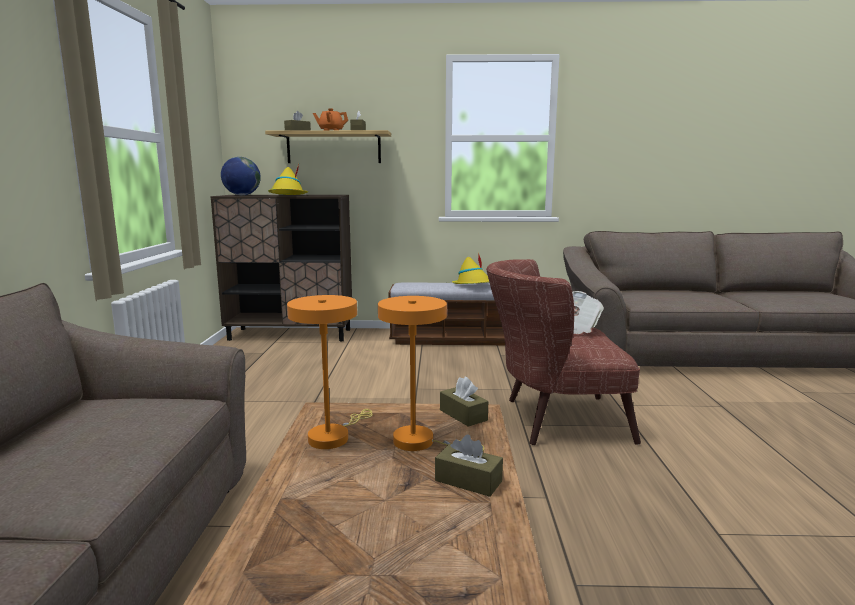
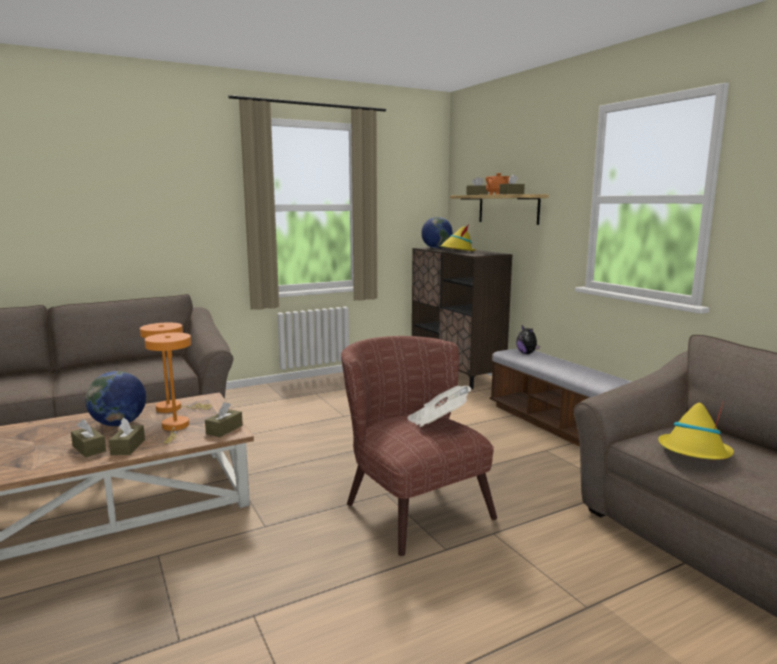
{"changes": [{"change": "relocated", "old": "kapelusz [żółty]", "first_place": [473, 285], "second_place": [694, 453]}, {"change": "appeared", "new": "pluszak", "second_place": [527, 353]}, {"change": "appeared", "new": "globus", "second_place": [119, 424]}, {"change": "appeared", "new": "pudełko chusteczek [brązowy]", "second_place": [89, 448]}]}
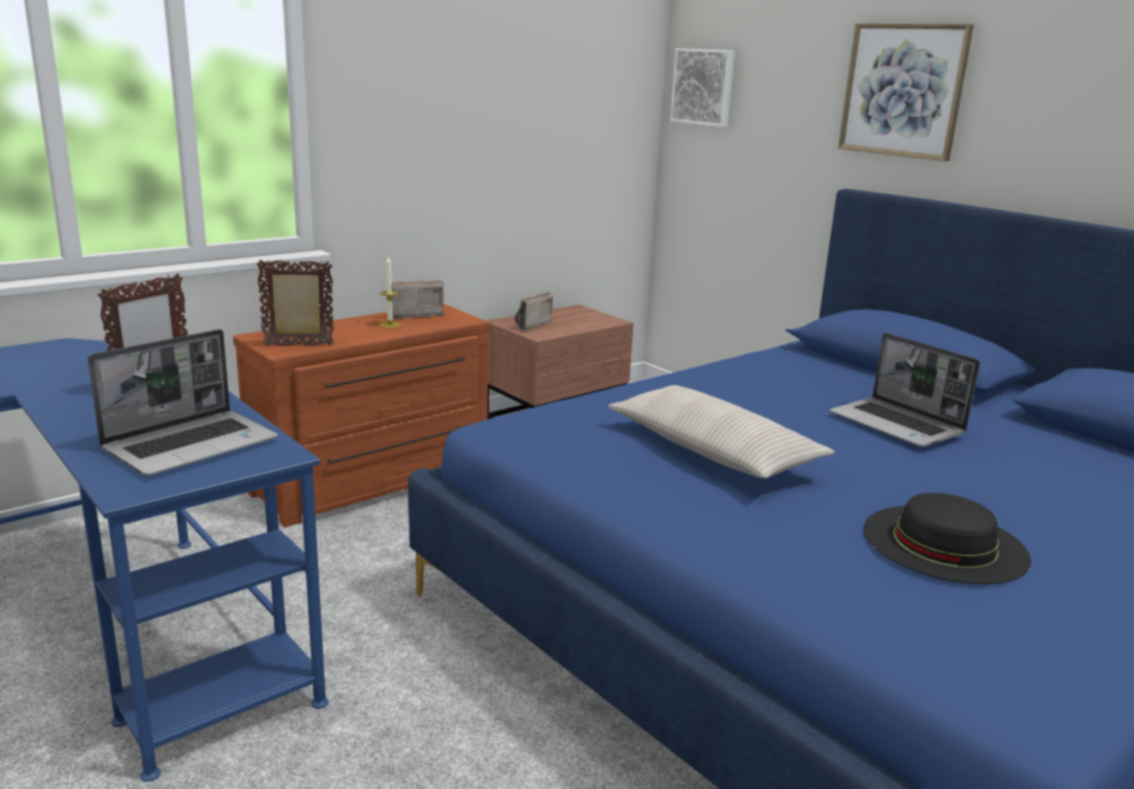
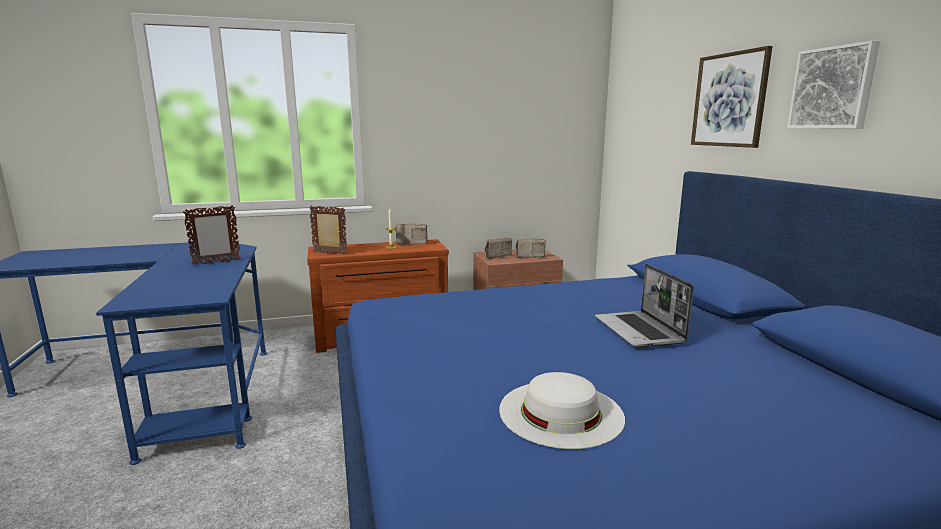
{"changes": [{"change": "relocated", "old": "obraz", "first_place": [704, 87], "second_place": [833, 88]}, {"change": "missing", "old": "laptop", "first_place": [192, 445]}, {"change": "missing", "old": "poduszka [beżowy]", "first_place": [713, 451]}, {"change": "colour", "old": "kapelusz [czarny]", "new": "kapelusz [biały]", "first_place": [944, 543], "second_place": [560, 412]}, {"change": "appeared", "new": "radio", "second_place": [528, 256]}]}
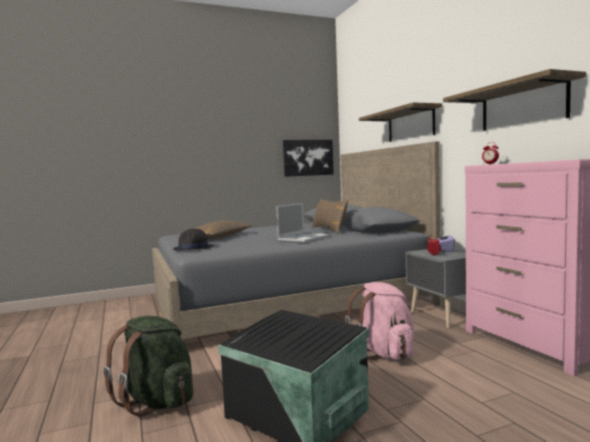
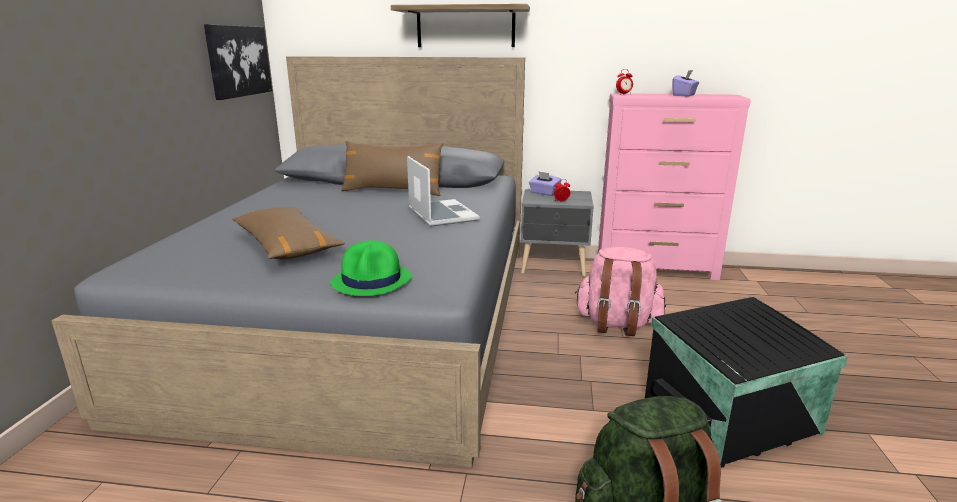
{"changes": [{"change": "missing", "old": "półka", "first_place": [522, 106]}, {"change": "colour", "old": "kapelusz [czarny]", "new": "kapelusz [zielony]", "first_place": [193, 248], "second_place": [372, 281]}, {"change": "appeared", "new": "pudełko chusteczek [fioletowy]", "second_place": [684, 95]}]}
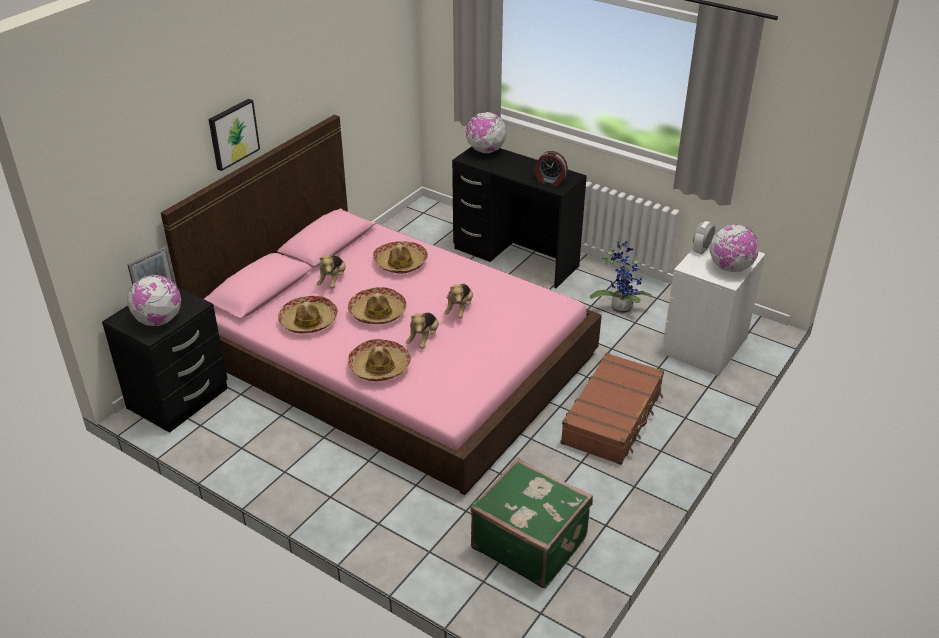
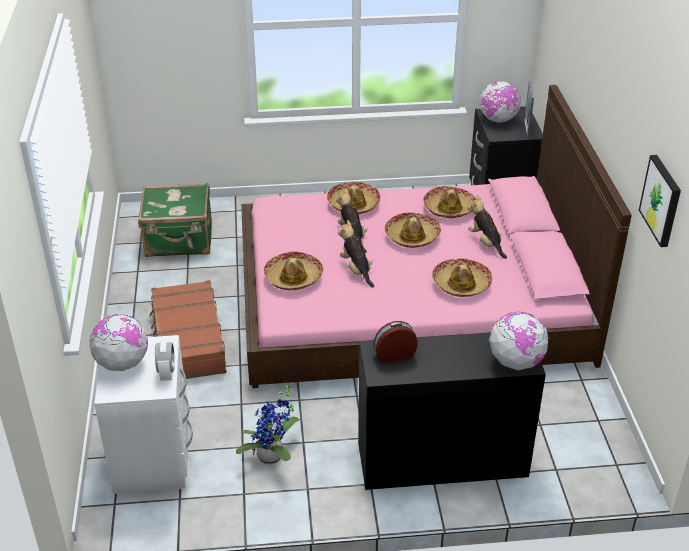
{"changes": [{"change": "relocated", "old": "obraz", "first_place": [233, 134], "second_place": [662, 200]}, {"change": "appeared", "new": "kapelusz", "second_place": [293, 277]}]}
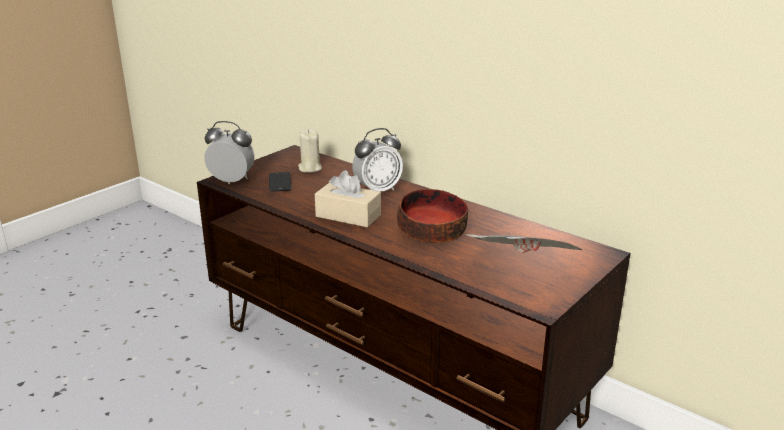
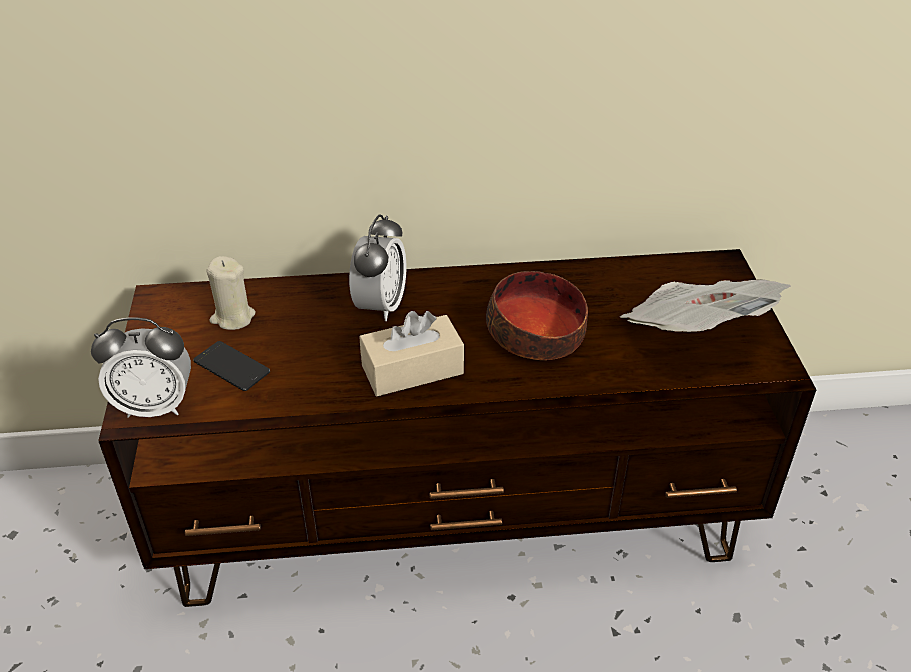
{"changes": [{"change": "spun", "old": "budzik", "first_place": [232, 181], "second_place": [155, 406], "degrees": -150}]}
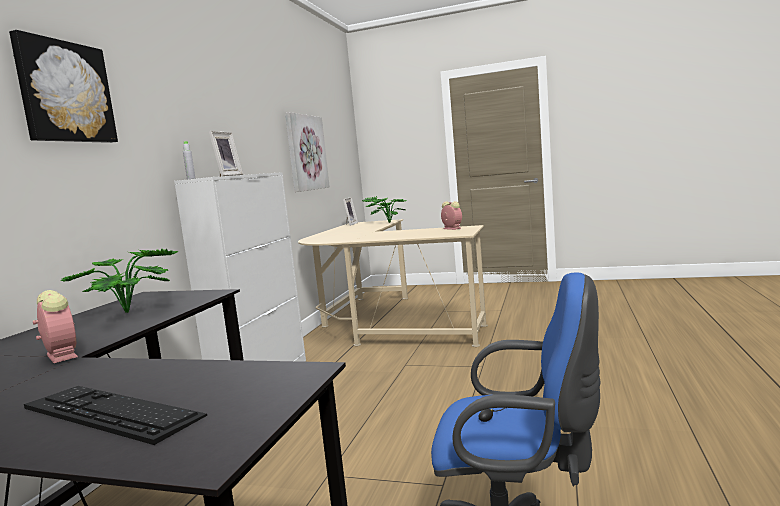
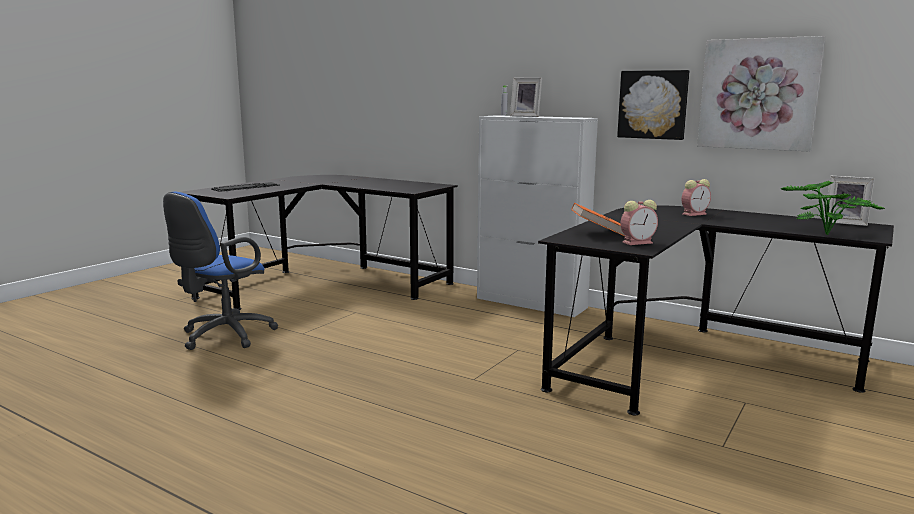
{"changes": [{"change": "relocated", "old": "obraz", "first_place": [64, 92], "second_place": [653, 104]}, {"change": "colour", "old": "biurko [beżowy]", "new": "biurko [czarny]", "first_place": [385, 324], "second_place": [691, 359]}, {"change": "missing", "old": "roślina doniczkowa", "first_place": [134, 311]}, {"change": "relocated", "old": "budzik", "first_place": [61, 355], "second_place": [695, 214]}, {"change": "appeared", "new": "książka [pomarańczowy]", "second_place": [598, 233]}]}
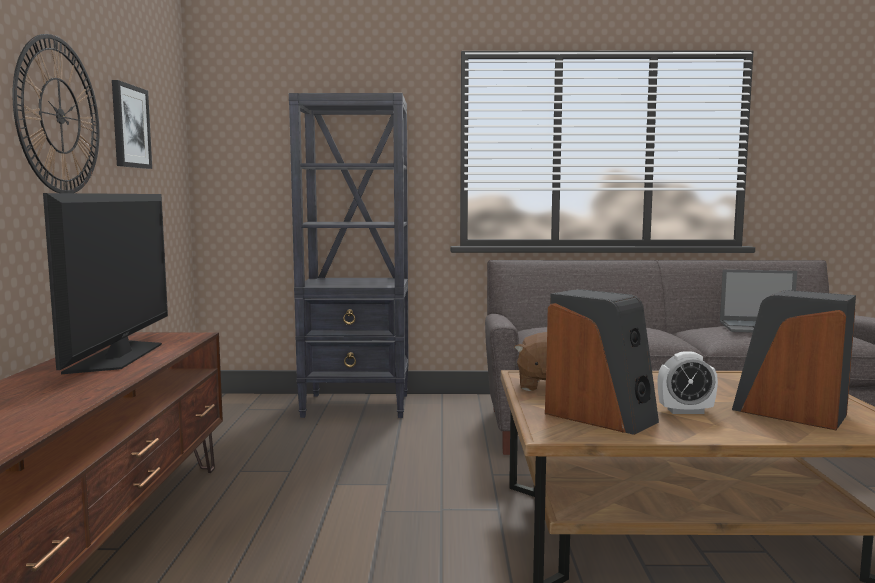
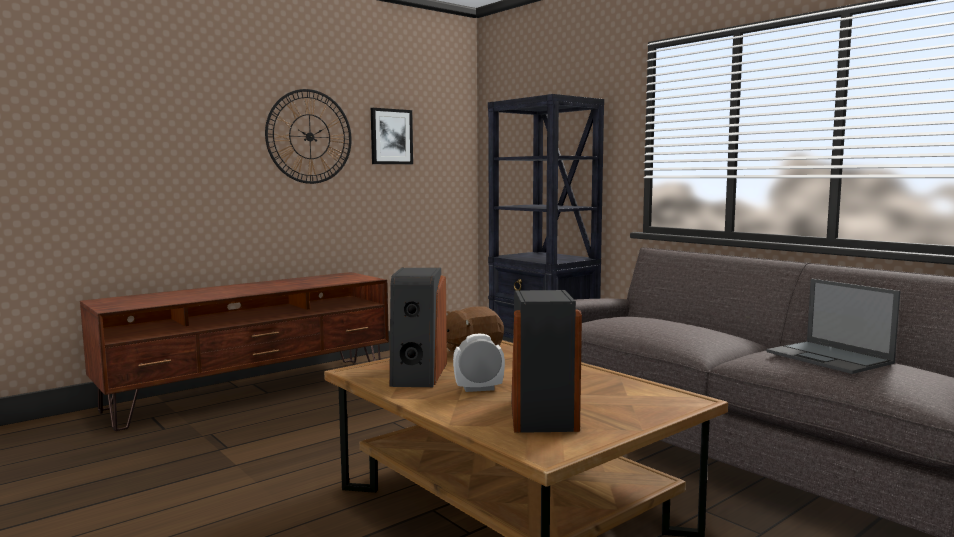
{"changes": [{"change": "missing", "old": "telewizor", "first_place": [119, 356]}, {"change": "spun", "old": "budzik", "first_place": [685, 411], "second_place": [478, 389], "degrees": 120}]}
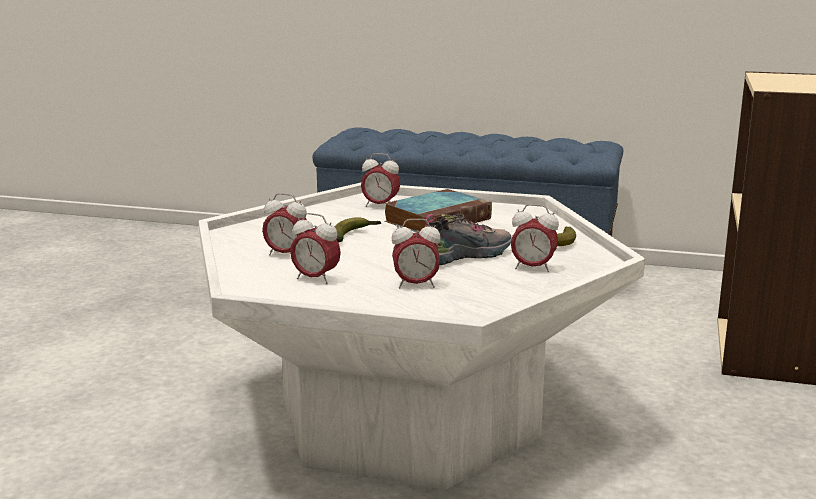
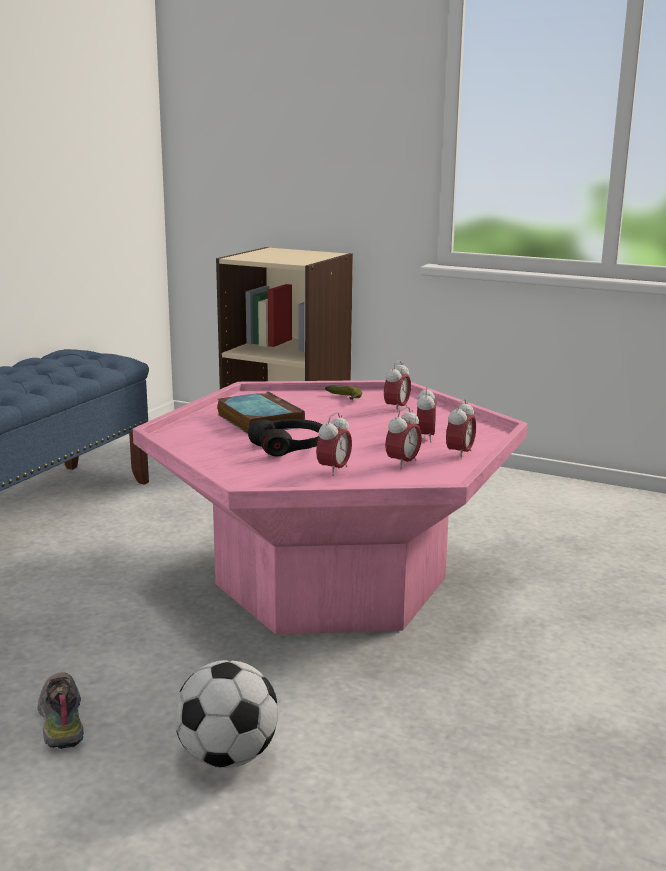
{"changes": [{"change": "relocated", "old": "budzik", "first_place": [380, 206], "second_place": [459, 454]}, {"change": "colour", "old": "ława [biały]", "new": "ława [różowy]", "first_place": [408, 417], "second_place": [330, 581]}, {"change": "relocated", "old": "but", "first_place": [461, 257], "second_place": [60, 719]}, {"change": "exchanged", "old": "banan", "new": "słuchawki [czarny]", "first_place": [354, 236], "second_place": [289, 447]}, {"change": "appeared", "new": "piłka futbolowa", "second_place": [227, 756]}]}
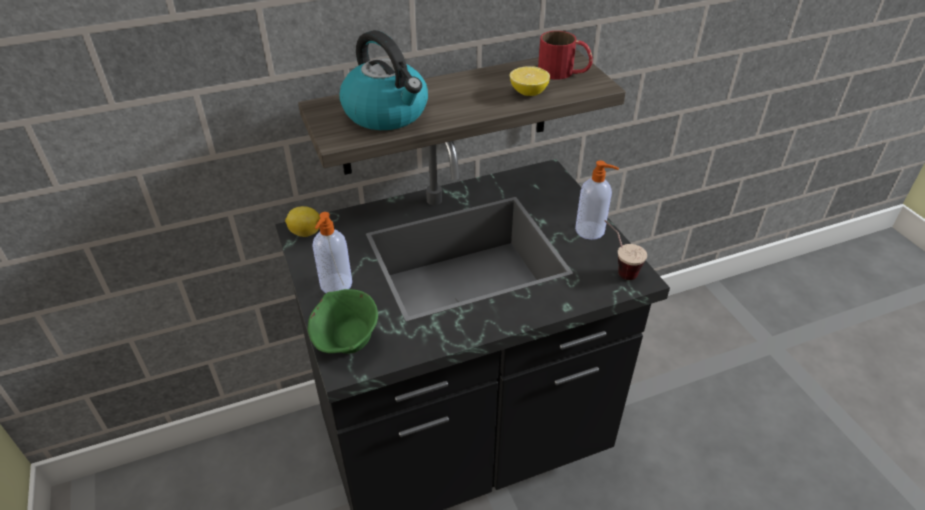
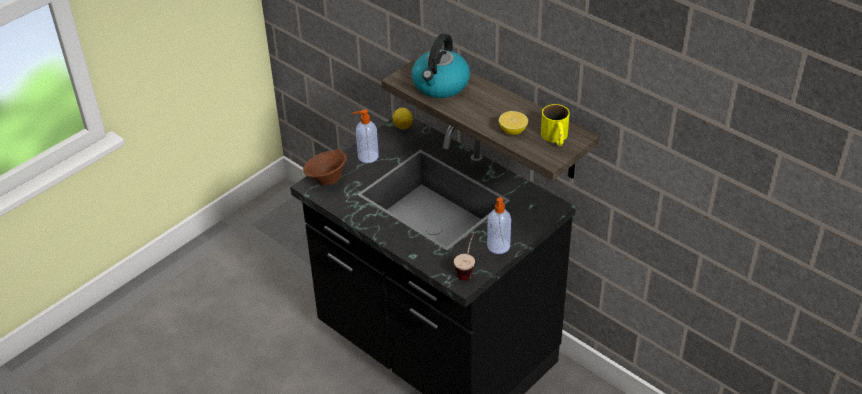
{"changes": [{"change": "colour", "old": "kubek [czerwony]", "new": "kubek [żółty]", "first_place": [564, 72], "second_place": [556, 138]}, {"change": "colour", "old": "miska [zielony]", "new": "miska [brązowy]", "first_place": [347, 343], "second_place": [326, 179]}]}
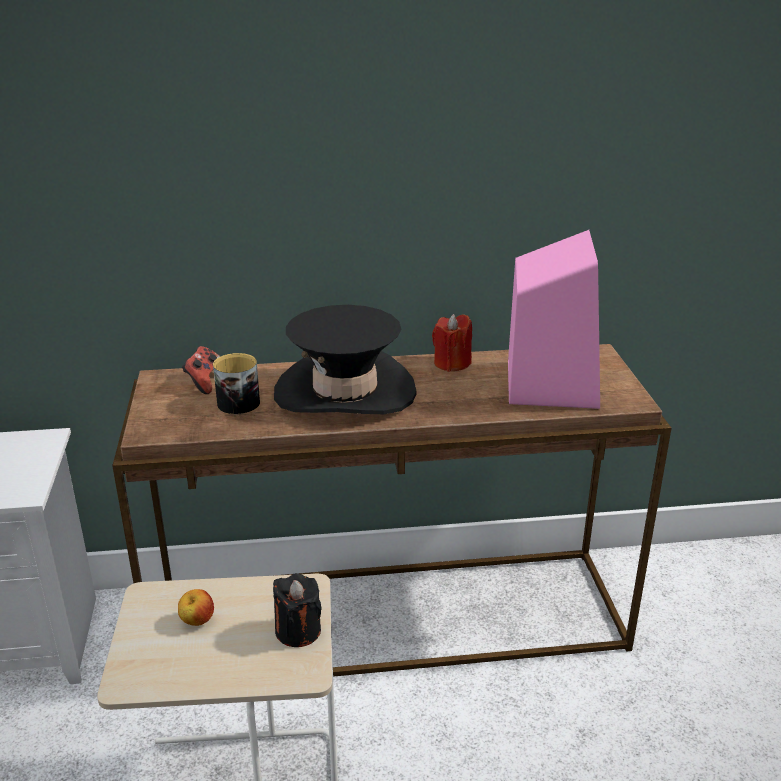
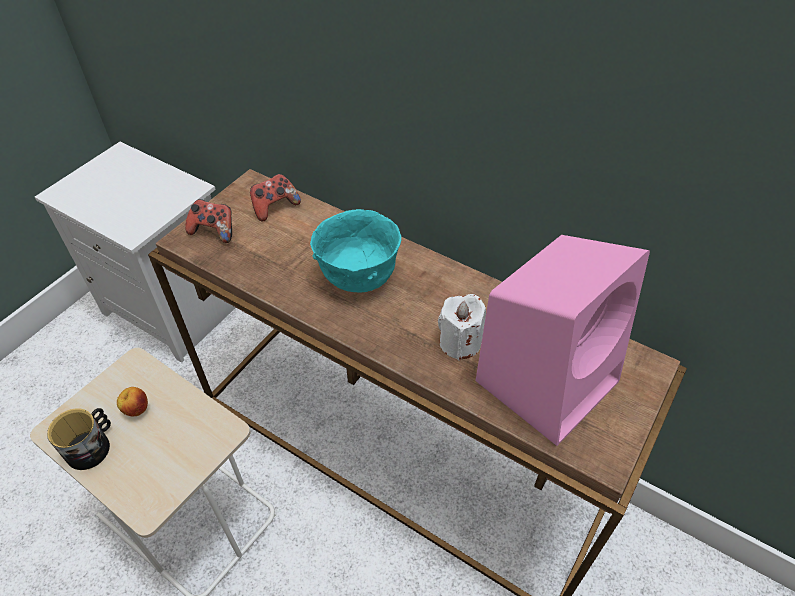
{"changes": [{"change": "exchanged", "old": "kapelusz [czarny]", "new": "miska [turkusowy]", "first_place": [344, 391], "second_place": [359, 278]}, {"change": "missing", "old": "świeca [czerwony]", "first_place": [452, 363]}, {"change": "relocated", "old": "kubek", "first_place": [238, 400], "second_place": [92, 446]}, {"change": "missing", "old": "świeca [czarny]", "first_place": [298, 631]}, {"change": "appeared", "new": "pad do gier", "second_place": [214, 231]}, {"change": "appeared", "new": "świeca [biały]", "second_place": [460, 342]}]}
